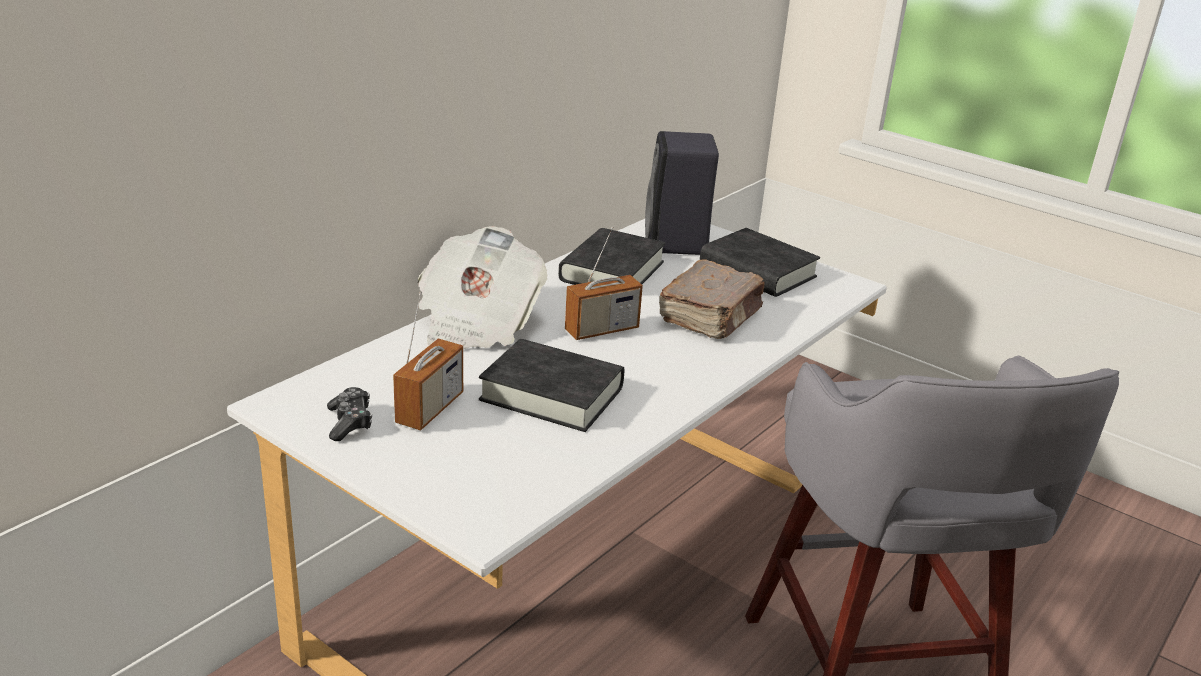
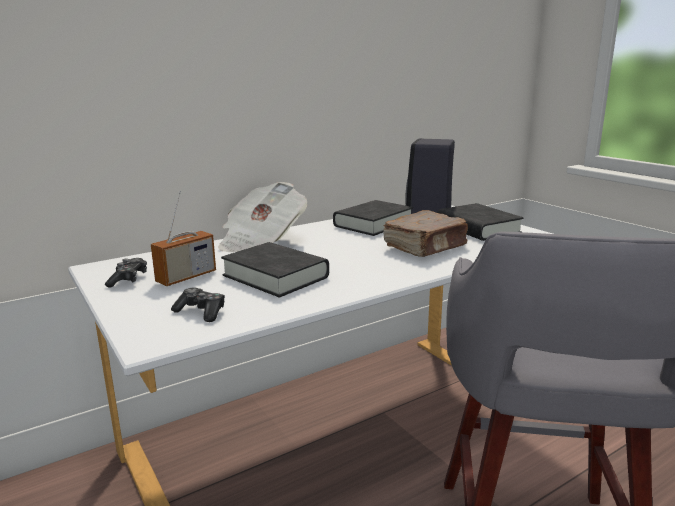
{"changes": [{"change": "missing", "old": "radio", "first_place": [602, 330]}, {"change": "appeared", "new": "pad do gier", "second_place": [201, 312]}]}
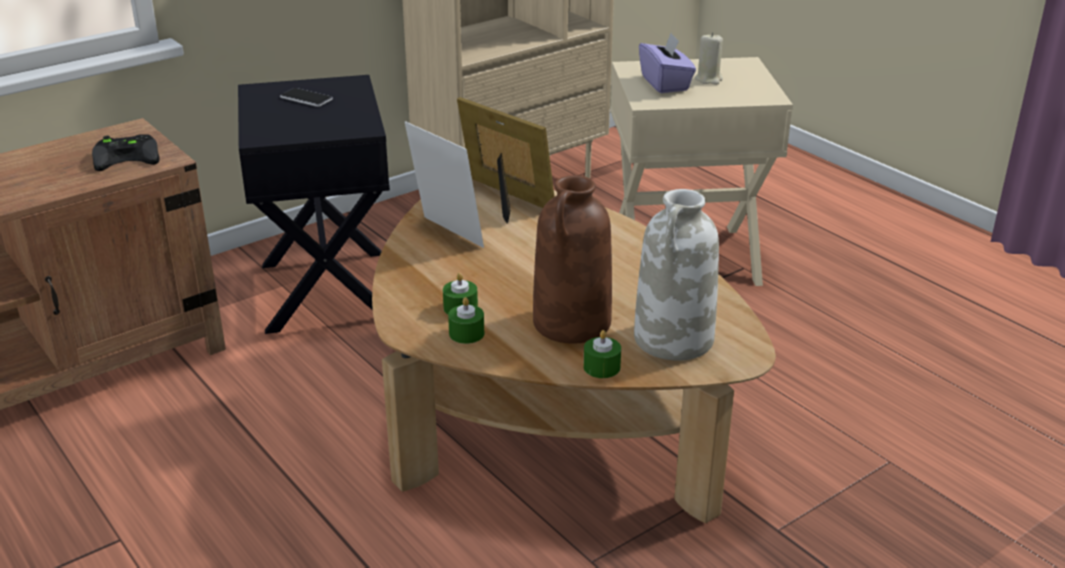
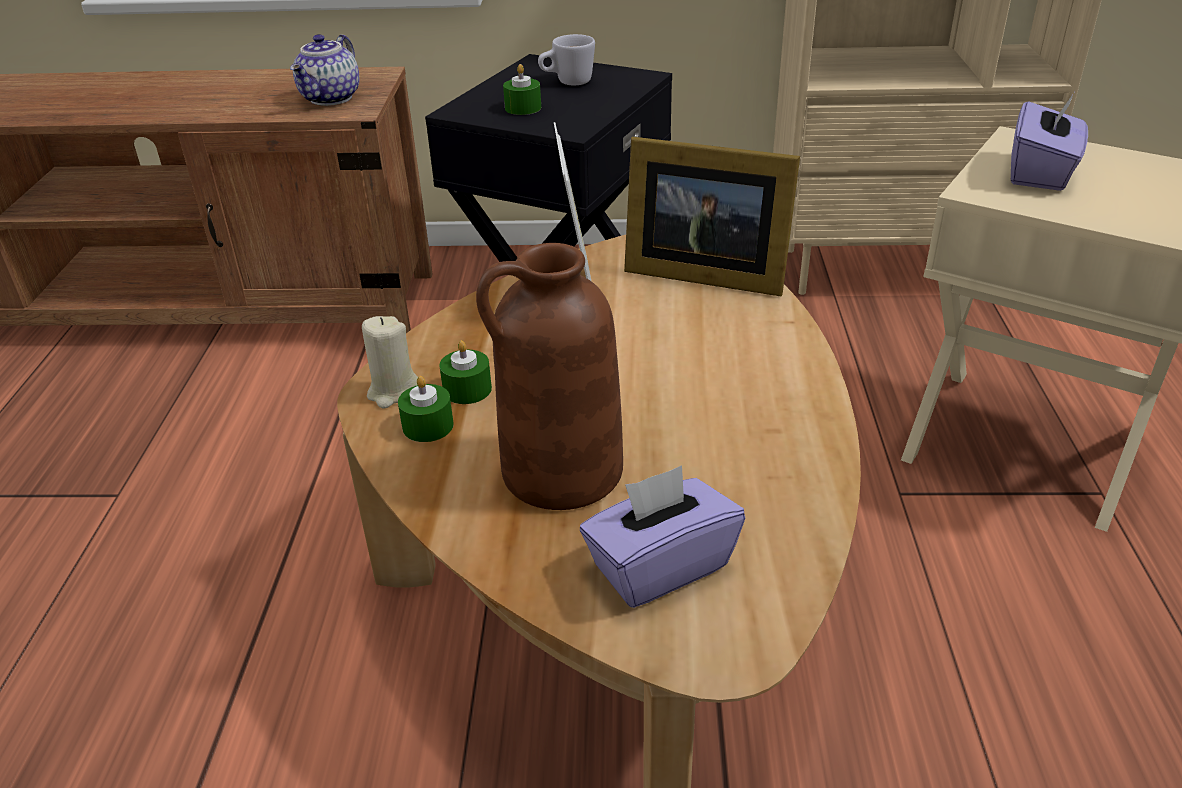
{"changes": [{"change": "relocated", "old": "świeca [beżowy]", "first_place": [709, 79], "second_place": [393, 392]}, {"change": "exchanged", "old": "telefon", "new": "kubek [biały]", "first_place": [306, 98], "second_place": [567, 83]}, {"change": "spun", "old": "ramka na zdjęcie", "first_place": [505, 200], "second_place": [701, 272], "degrees": 120}, {"change": "exchanged", "old": "pad do gier [czarny]", "new": "imbryk", "first_place": [129, 156], "second_place": [332, 98]}, {"change": "exchanged", "old": "wazon [biały]", "new": "pudełko chusteczek [fioletowy]", "first_place": [674, 340], "second_place": [659, 566]}, {"change": "relocated", "old": "świeca [zielony]", "first_place": [601, 367], "second_place": [523, 108]}]}
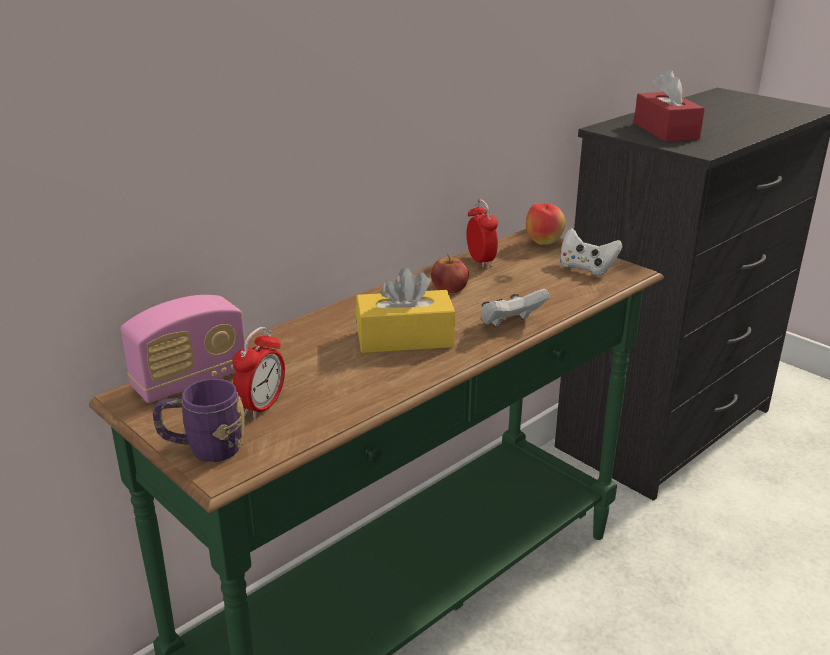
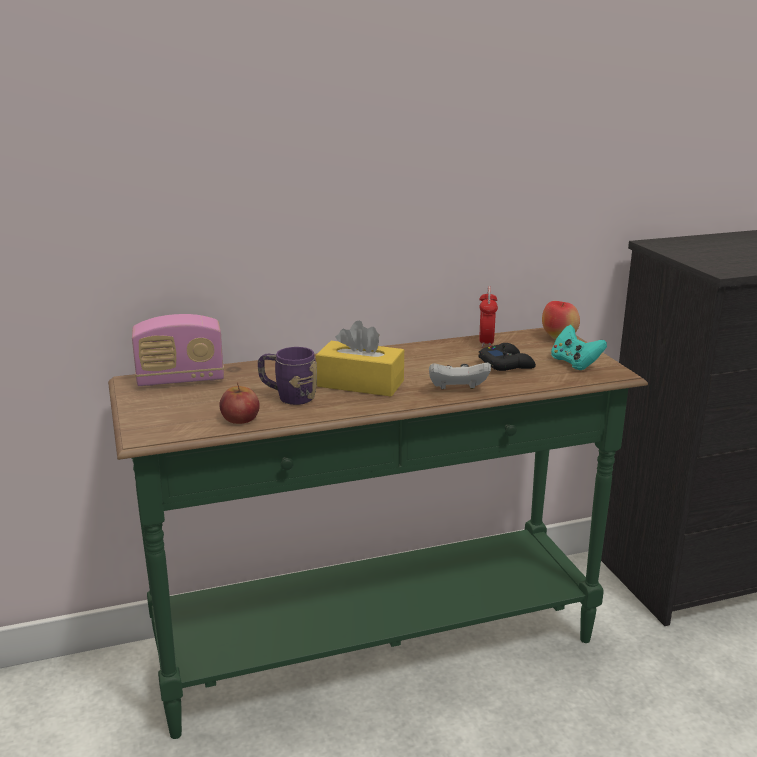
{"changes": [{"change": "missing", "old": "pudełko chusteczek [czerwony]", "first_place": [665, 131]}, {"change": "colour", "old": "pad do gier [biały]", "new": "pad do gier [turkusowy]", "first_place": [586, 268], "second_place": [574, 363]}, {"change": "relocated", "old": "jabłko", "first_place": [449, 287], "second_place": [240, 418]}, {"change": "missing", "old": "budzik", "first_place": [262, 406]}, {"change": "relocated", "old": "kubek [fioletowy]", "first_place": [203, 449], "second_place": [288, 397]}, {"change": "appeared", "new": "pad do gier [czarny]", "second_place": [506, 364]}]}
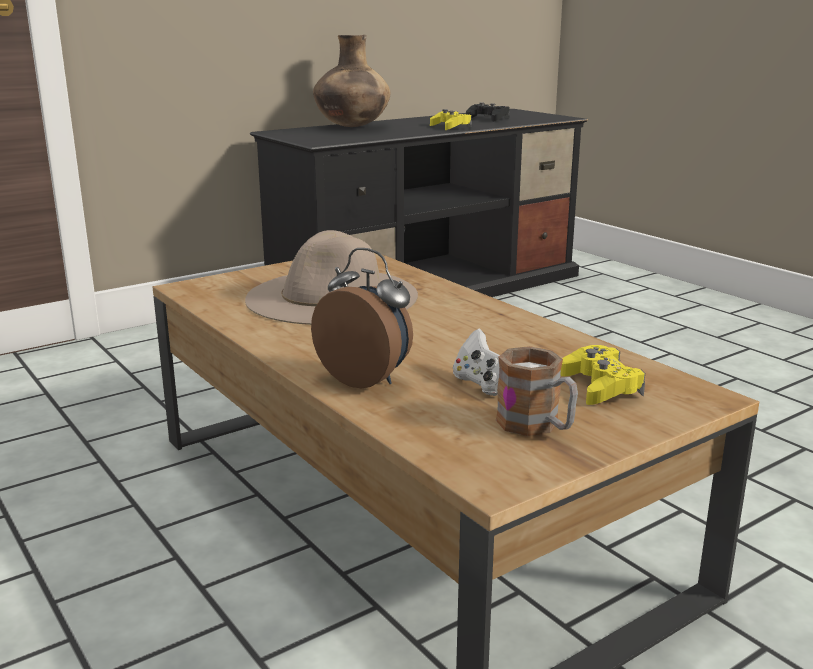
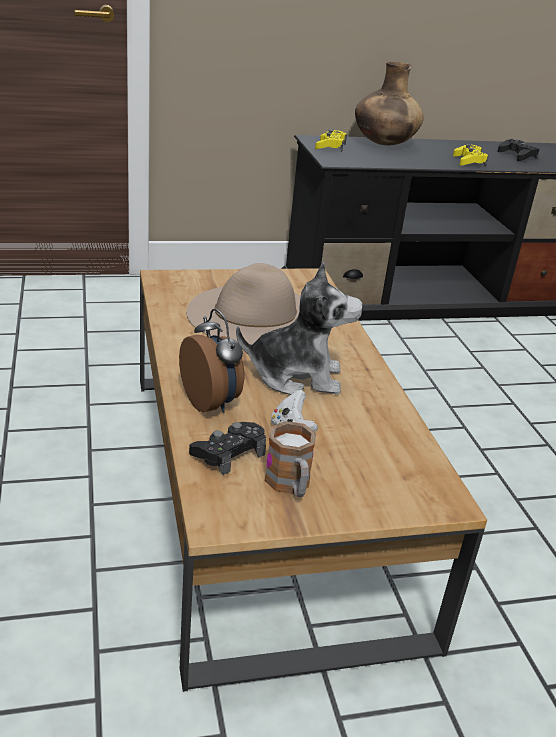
{"changes": [{"change": "relocated", "old": "pad do gier [żółty]", "first_place": [600, 386], "second_place": [330, 147]}, {"change": "appeared", "new": "pluszak", "second_place": [296, 376]}, {"change": "appeared", "new": "pad do gier [czarny]", "second_place": [229, 453]}]}
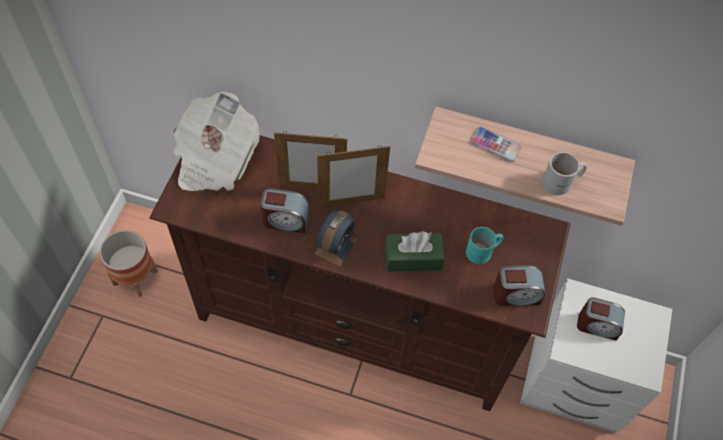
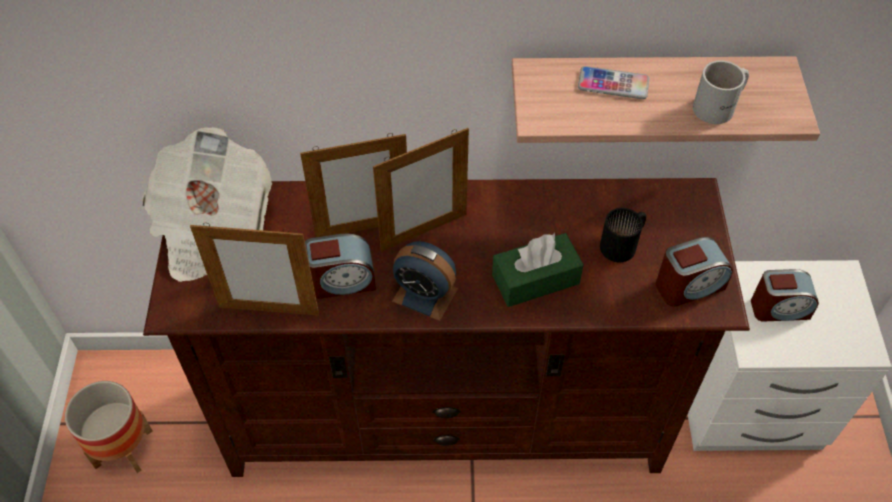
{"changes": [{"change": "spun", "old": "budzik", "first_place": [336, 246], "second_place": [425, 295], "degrees": 105}, {"change": "colour", "old": "kubek [turkusowy]", "new": "kubek [czarny]", "first_place": [483, 251], "second_place": [624, 244]}, {"change": "appeared", "new": "ramka na zdjęcie", "second_place": [269, 310]}]}
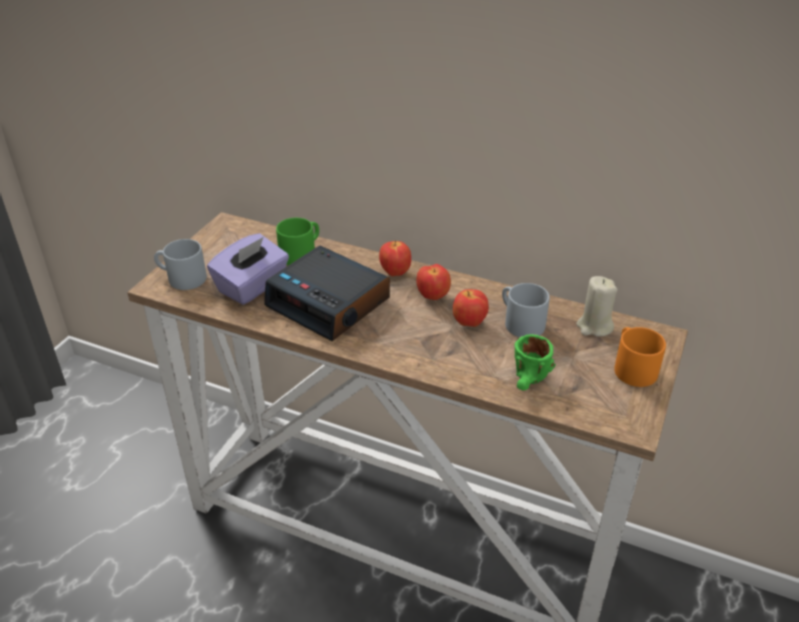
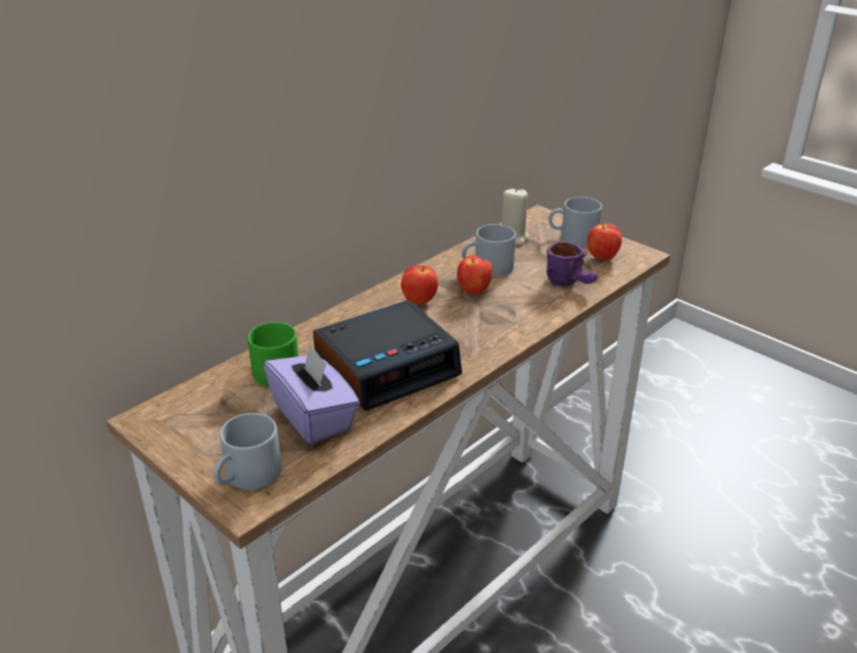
{"changes": [{"change": "relocated", "old": "jabłko", "first_place": [394, 273], "second_place": [602, 258]}, {"change": "colour", "old": "kubek [pomarańczowy]", "new": "kubek [szary]", "first_place": [631, 367], "second_place": [572, 237]}, {"change": "colour", "old": "kubek [zielony]", "new": "kubek [fioletowy]", "first_place": [530, 382], "second_place": [572, 283]}]}
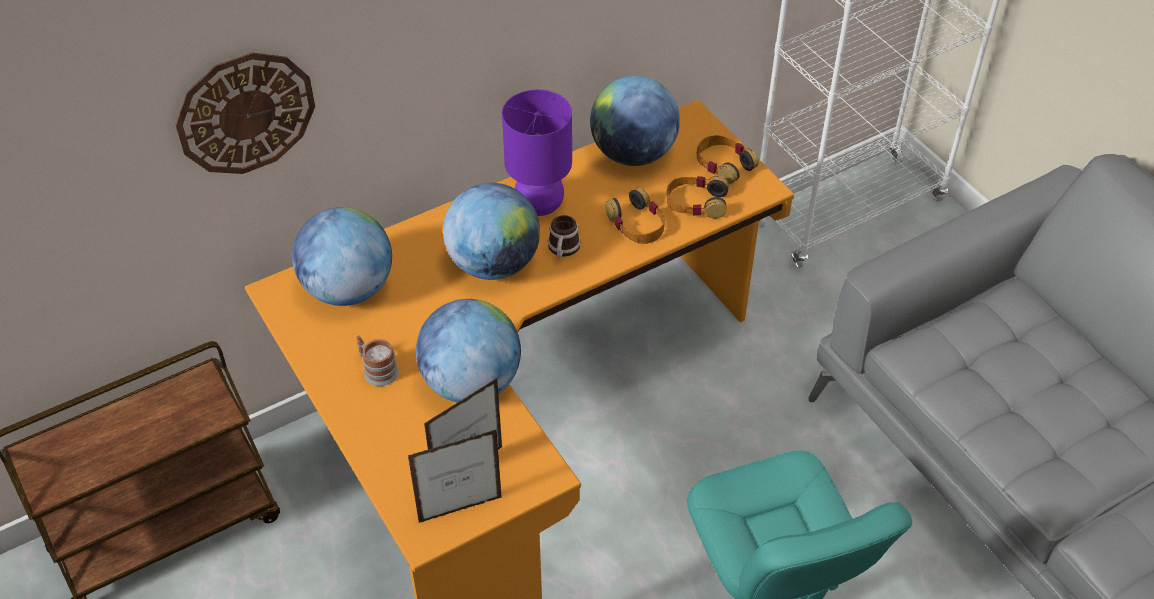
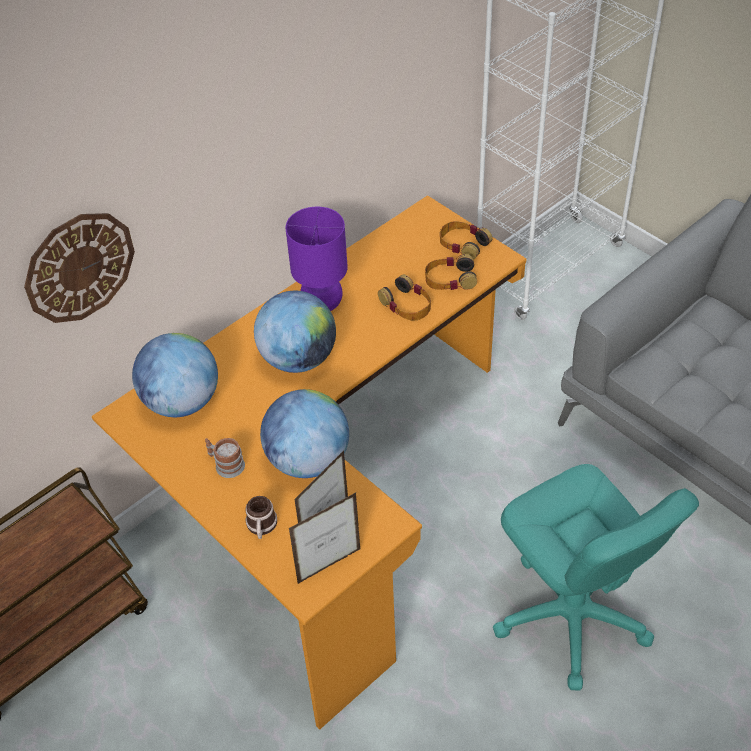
{"changes": [{"change": "missing", "old": "globus", "first_place": [633, 154]}, {"change": "relocated", "old": "kubek", "first_place": [563, 249], "second_place": [261, 527]}]}
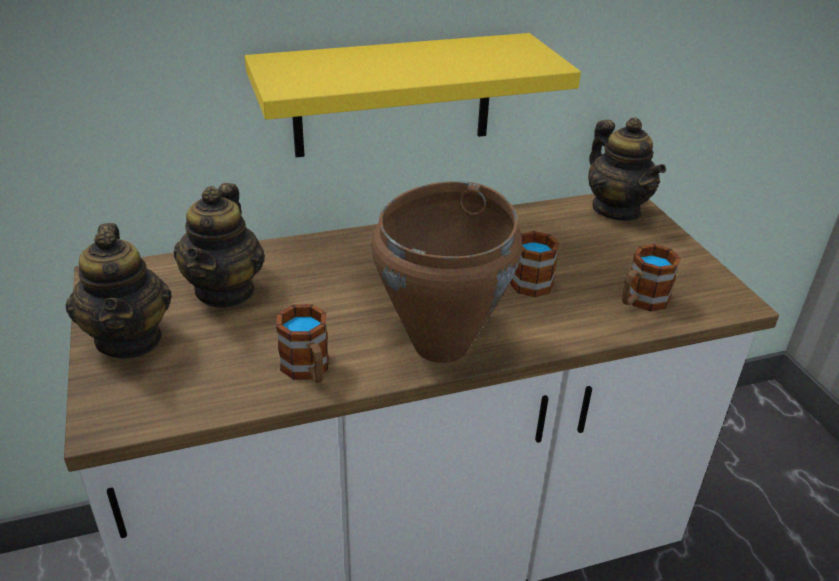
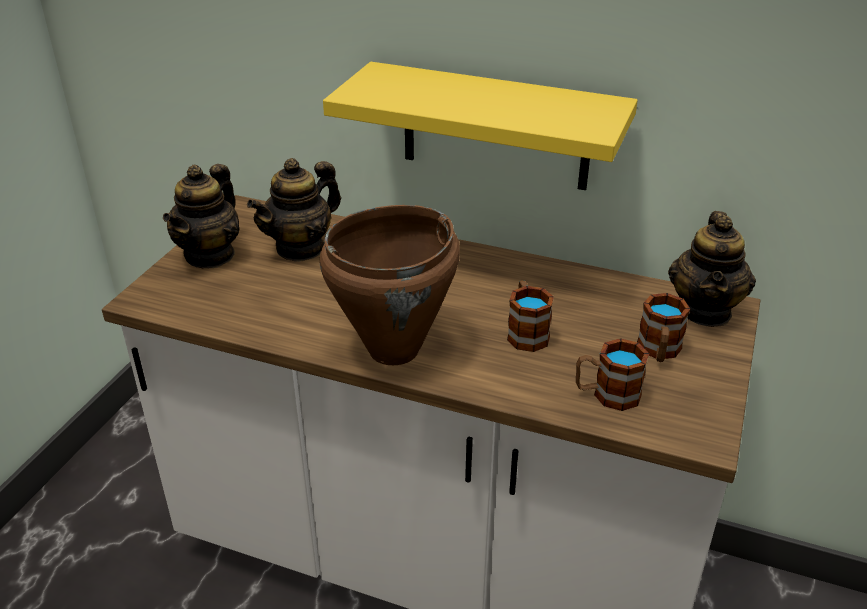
{"changes": [{"change": "relocated", "old": "kubek", "first_place": [308, 370], "second_place": [659, 351]}]}
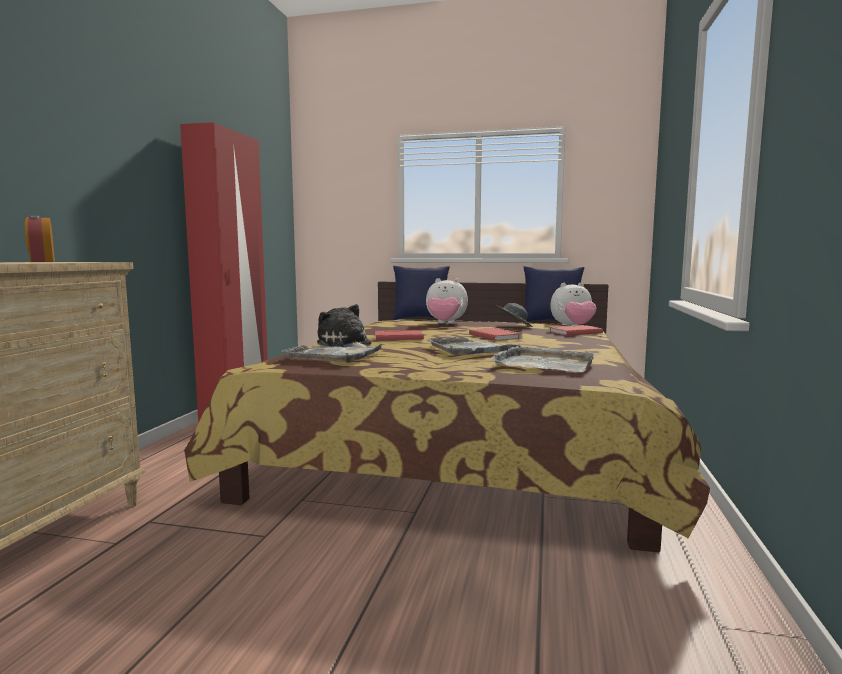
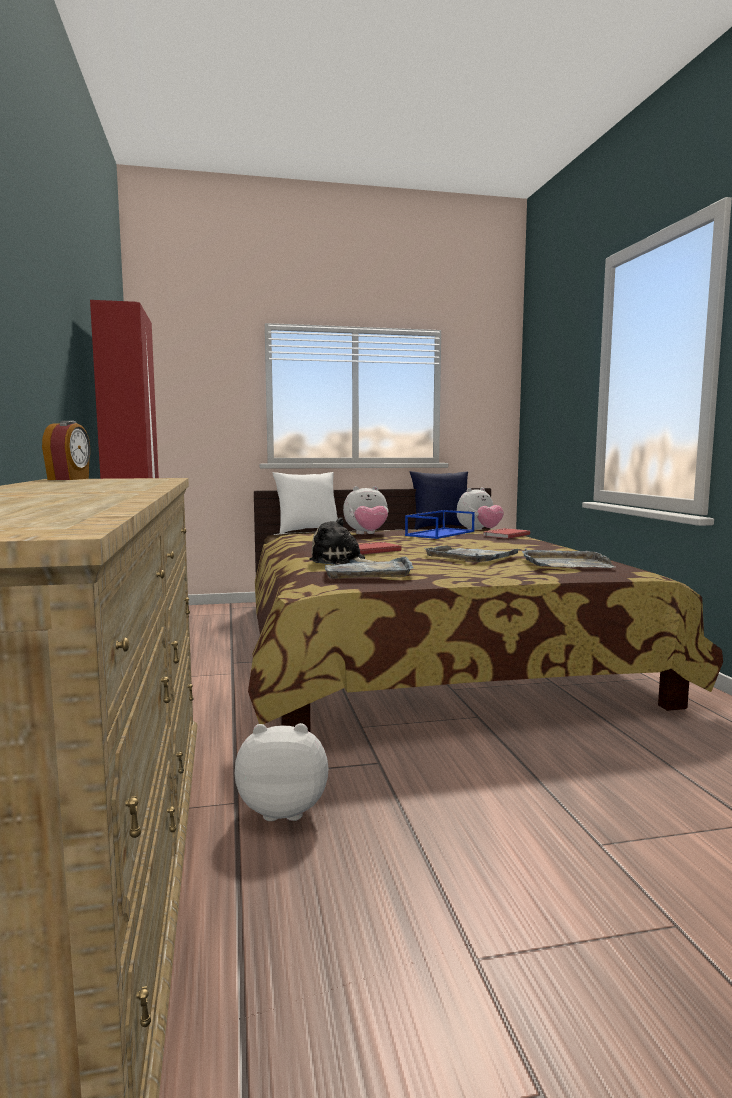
{"changes": [{"change": "spun", "old": "budzik", "first_place": [41, 261], "second_place": [69, 479], "degrees": -120}, {"change": "colour", "old": "poduszka [niebieski]", "new": "poduszka [biały]", "first_place": [420, 319], "second_place": [307, 531]}, {"change": "exchanged", "old": "kapelusz [szary]", "new": "taca [niebieski]", "first_place": [513, 326], "second_place": [440, 533]}, {"change": "missing", "old": "książka [czerwony]", "first_place": [496, 336]}, {"change": "appeared", "new": "pluszak", "second_place": [284, 809]}]}
